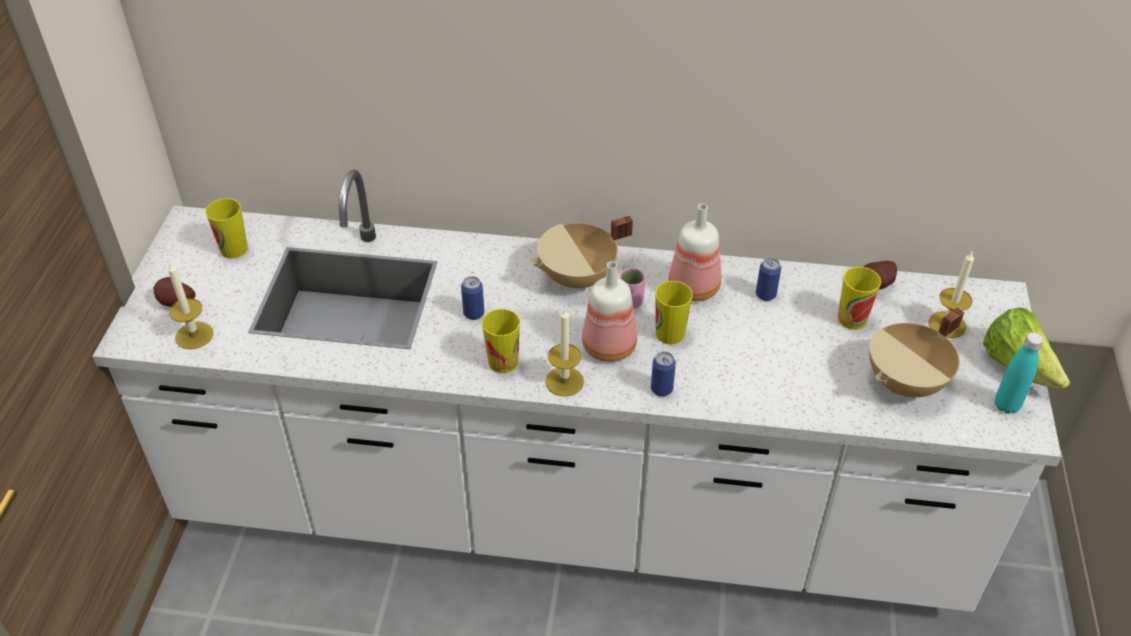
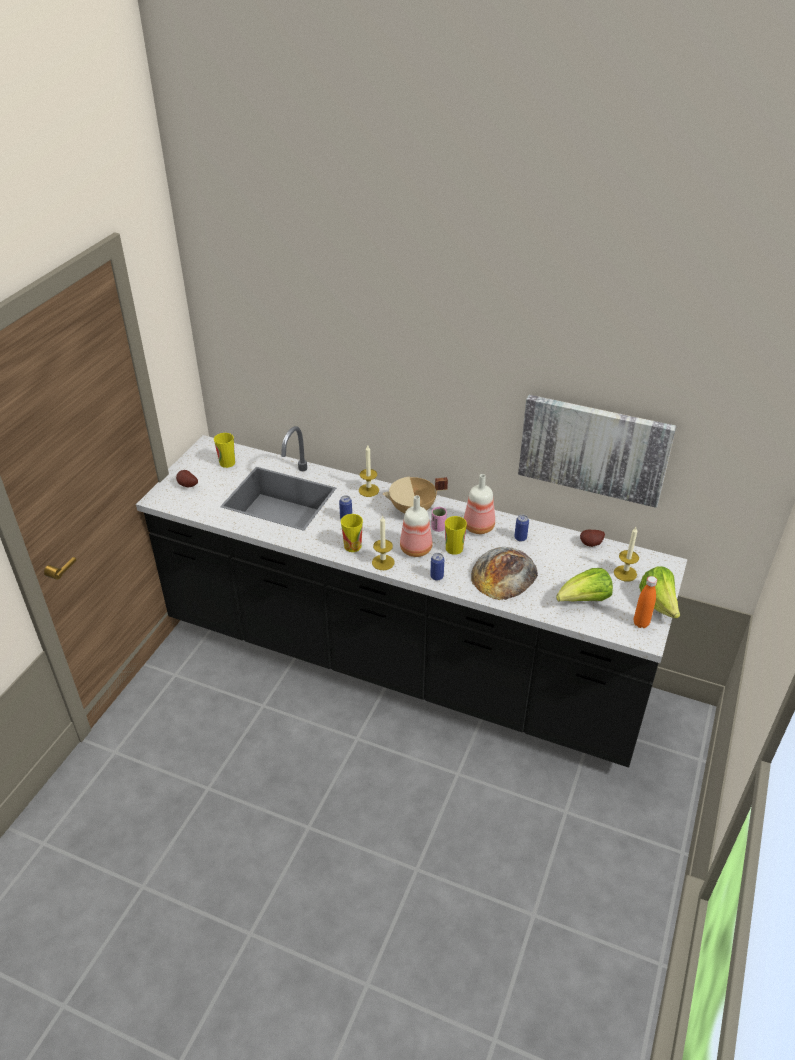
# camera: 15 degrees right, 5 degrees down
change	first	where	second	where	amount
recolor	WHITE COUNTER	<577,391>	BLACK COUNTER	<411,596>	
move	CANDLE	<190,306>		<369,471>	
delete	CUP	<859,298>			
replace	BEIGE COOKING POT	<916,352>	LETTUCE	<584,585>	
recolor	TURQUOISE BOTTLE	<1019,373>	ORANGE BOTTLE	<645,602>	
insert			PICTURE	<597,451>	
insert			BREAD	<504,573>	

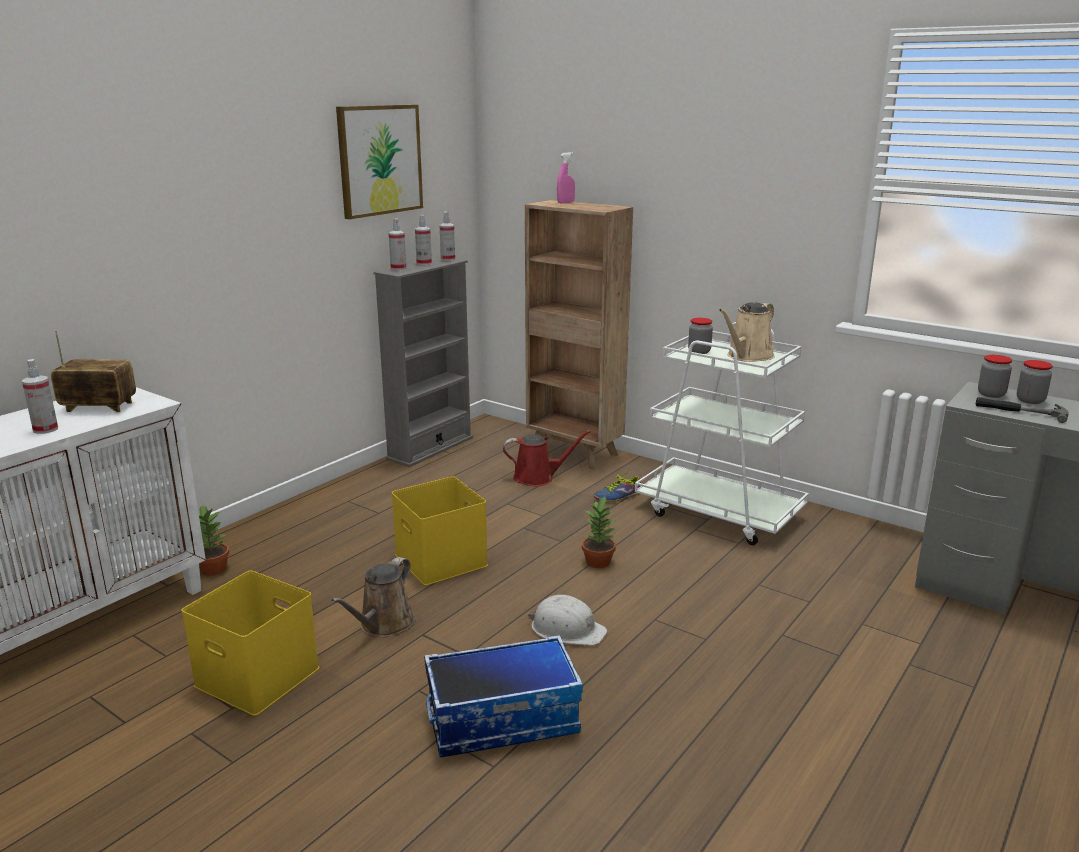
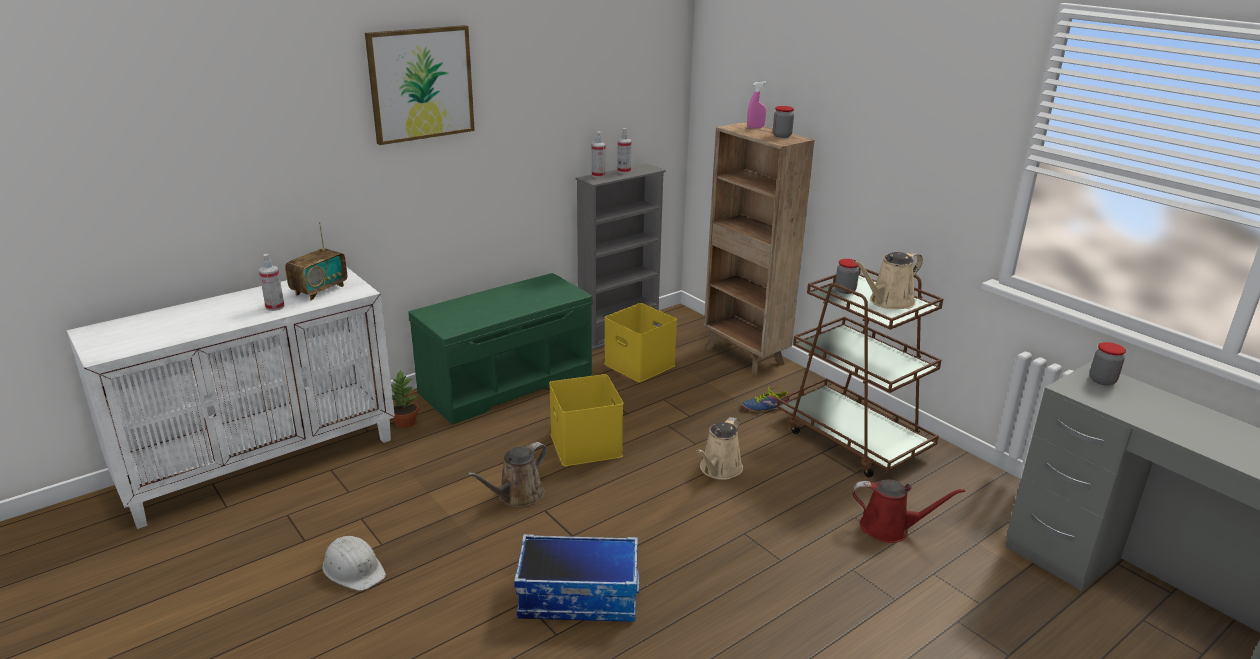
# camera: 15 degrees right, 5 degrees up
change	first	where	second	where	amount
move	PICTURE	<379,162>		<420,85>	
delete	SPRAY BOTTLE	<447,236>			
recolor	WHITE CART	<722,433>	BROWN CART	<860,372>	
rotate	RADIO	<93,371>		<316,261>	105 degrees clockwise
move	JAR	<1035,382>		<783,122>	
delete	HAMMER	<1022,410>			
move	RED WATERING CAN	<547,458>		<908,511>	
replace	POTTED PLANT	<599,532>	BEIGE WATERING CAN	<719,448>	
move	YELLOW STORAGE BOX	<250,643>		<640,342>	
move	WHITE HARD HAT	<567,620>		<354,563>	
insert			GREEN BENCH	<500,349>	

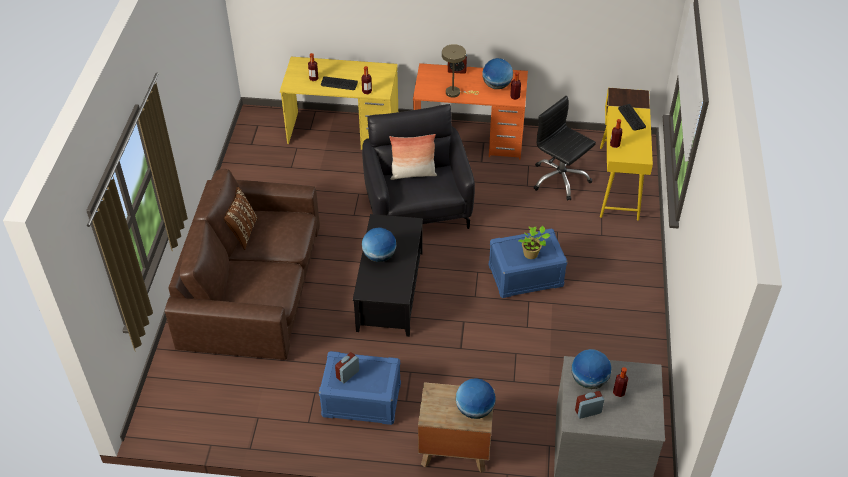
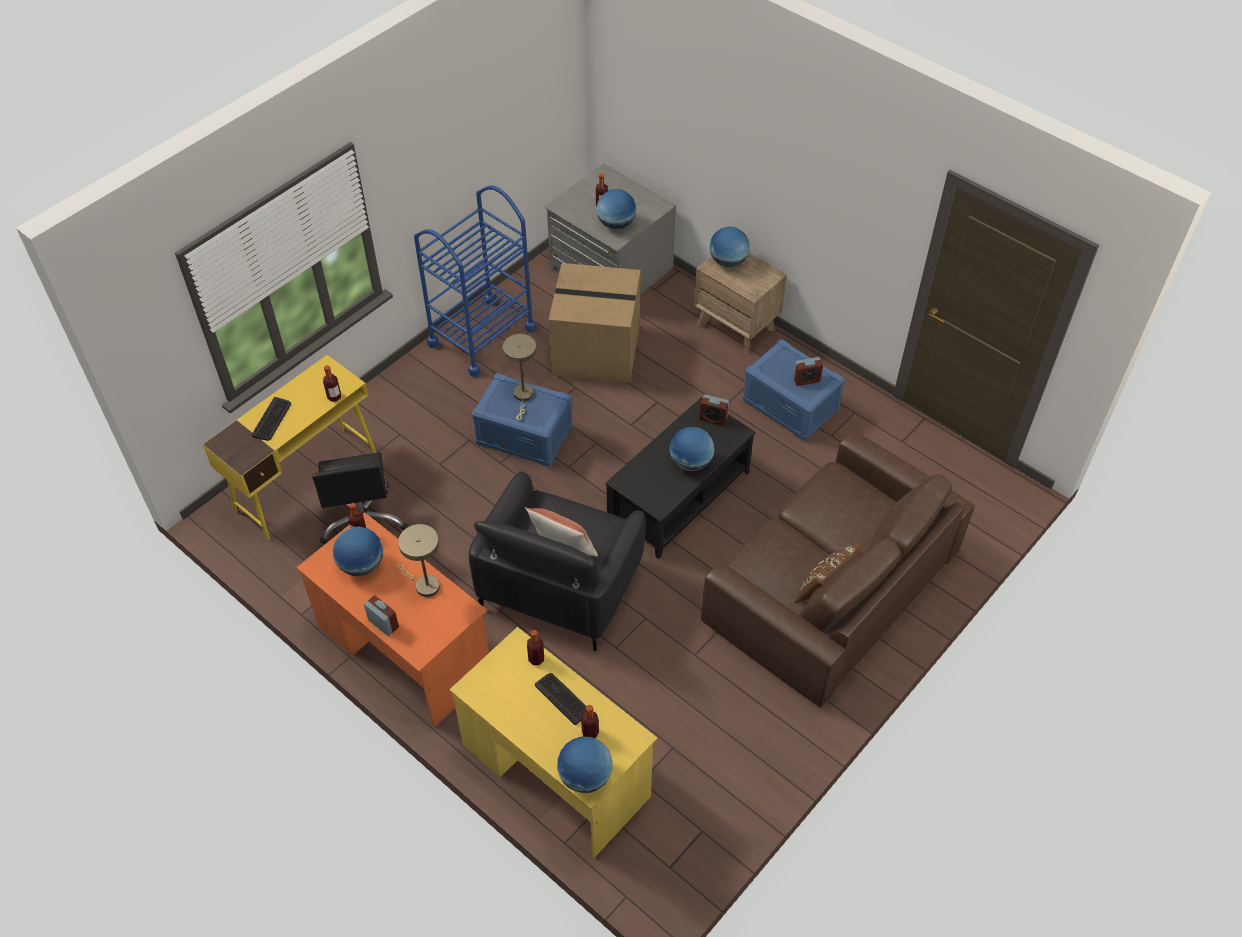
# camera: 145 degrees left, 5 degrees up
change	first	where	second	where	amount
replace	POTTED PLANT	<534,242>	BEIGE TABLE LAMP	<519,377>	
move	ALARM CLOCK	<589,405>		<714,410>	
insert			BLUE CART	<475,281>	
insert			CARDBOARD BOX	<595,323>	
insert			GLOBE	<585,764>	

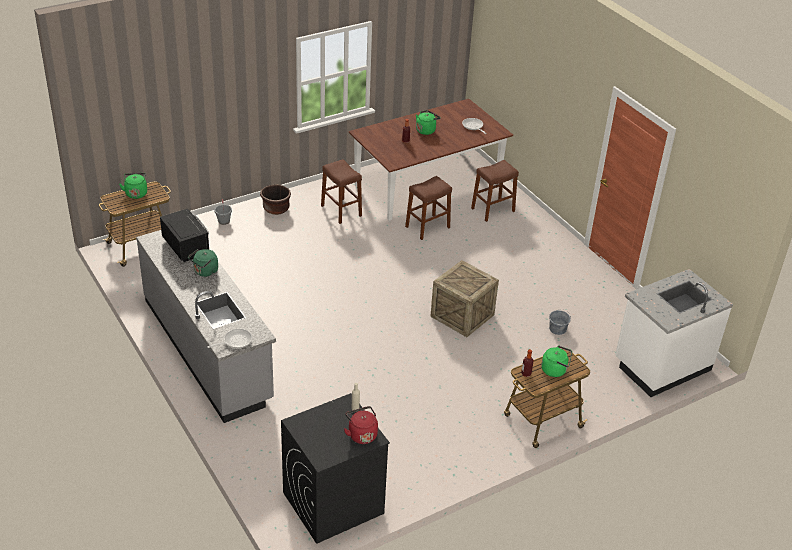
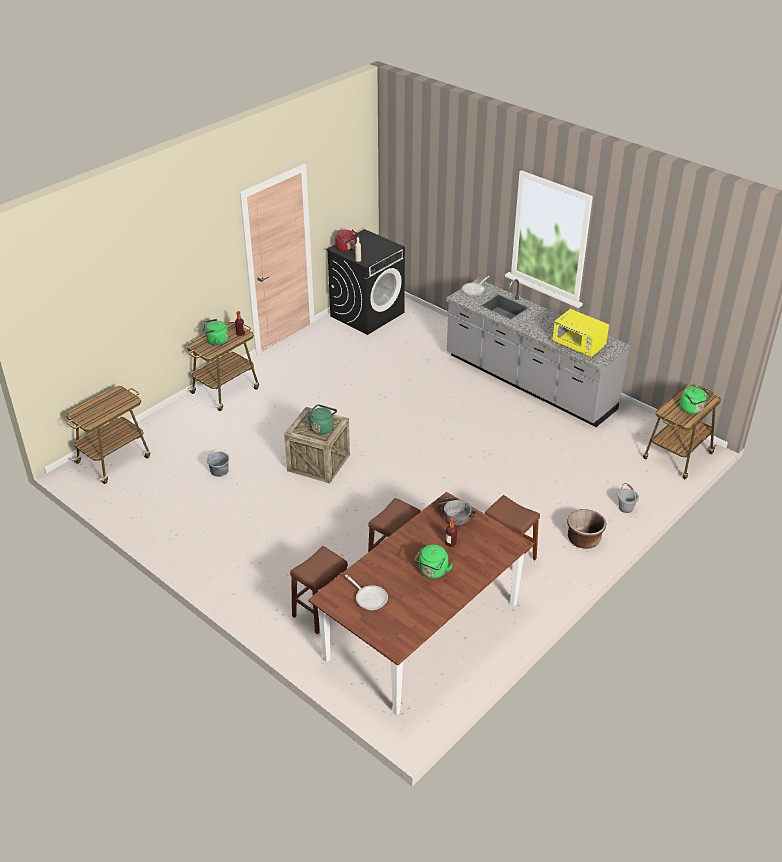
# camera: 165 degrees right, 0 degrees up
change	first	where	second	where	amount
recolor	BLACK MICROWAVE	<184,235>	YELLOW MICROWAVE	<580,333>	
move	GREEN KETTLE	<203,263>		<321,419>	
replace	WHITE COUNTER	<674,333>	CART	<108,435>	
insert			COOKING POT	<456,512>	

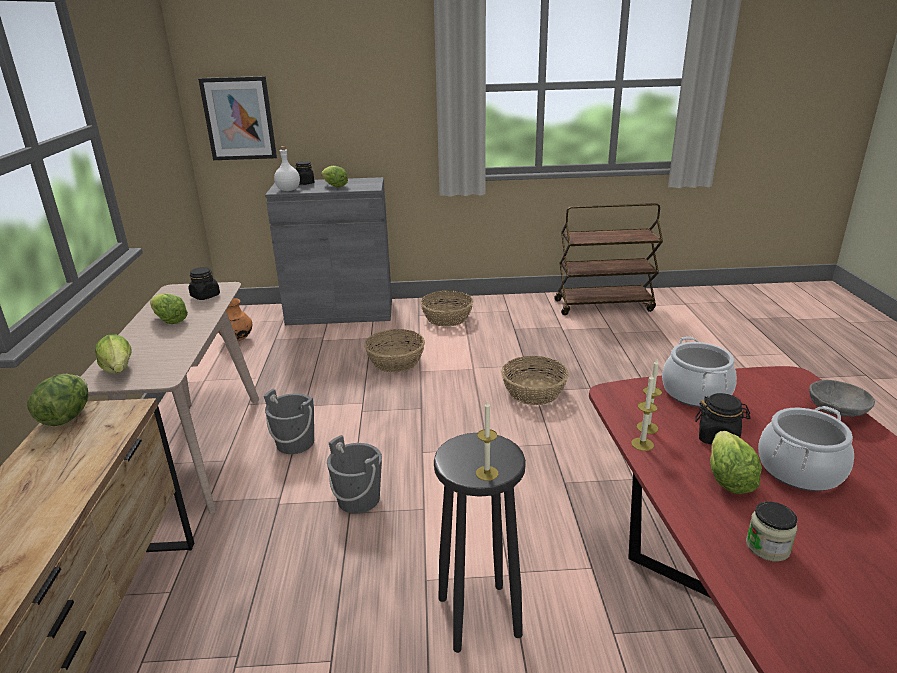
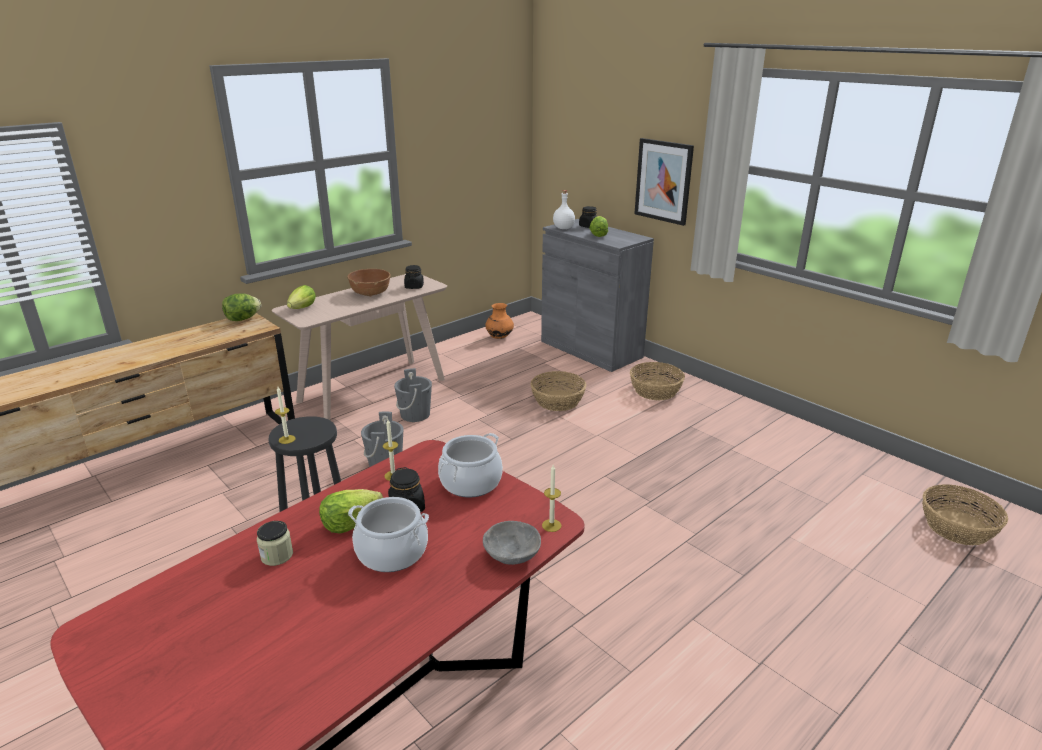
# camera: 50 degrees right, 0 degrees up
change	first	where	second	where	amount
move	PICTURE	<237,118>		<664,182>	
delete	BROWN CART	<608,259>			
replace	LETTUCE	<169,309>	BROWN BOWL	<369,283>	
move	BASKET	<535,380>		<965,514>	
move	CANDLE	<644,412>		<552,498>	

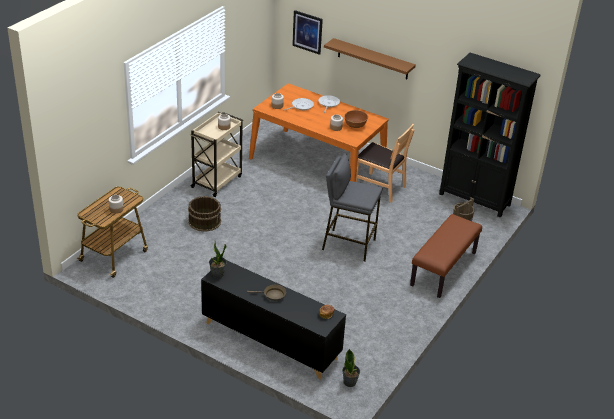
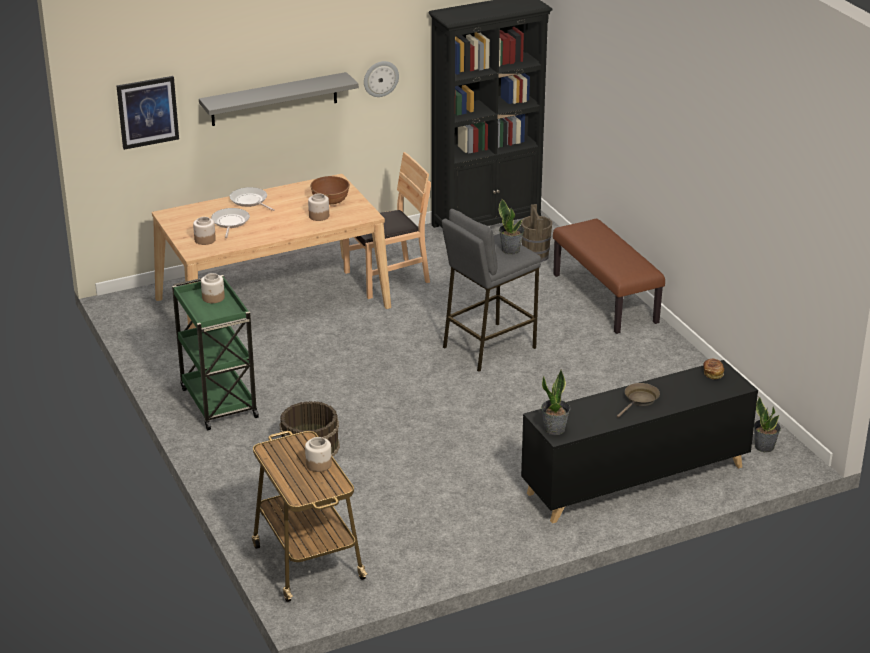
# camera: 55 degrees left, 5 degrees down
change	first	where	second	where	amount
recolor	BROWN SHELF	<370,58>	GREY SHELF	<279,99>	
recolor	ORANGE DINING TABLE	<319,132>	BEIGE DINING TABLE	<271,252>	
recolor	BEIGE CART	<216,154>	GREEN CART	<215,352>	
insert			WALL CLOCK	<381,79>	
insert			POTTED PLANT	<511,227>	

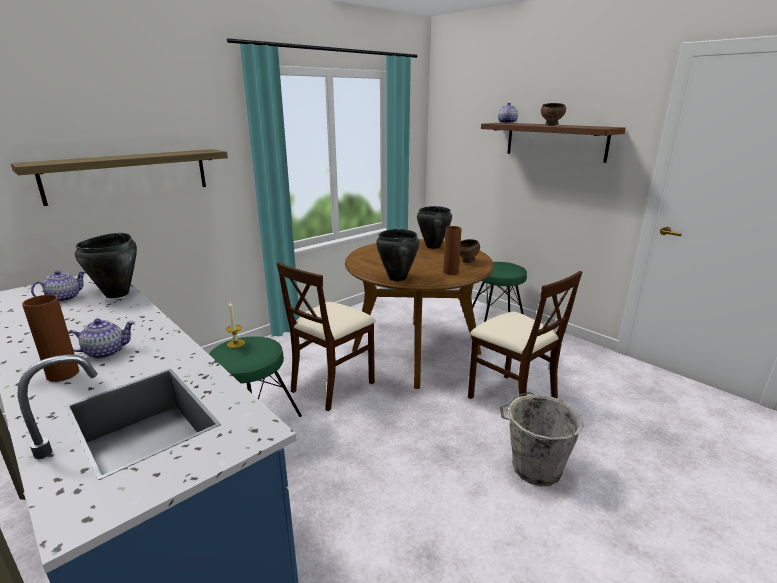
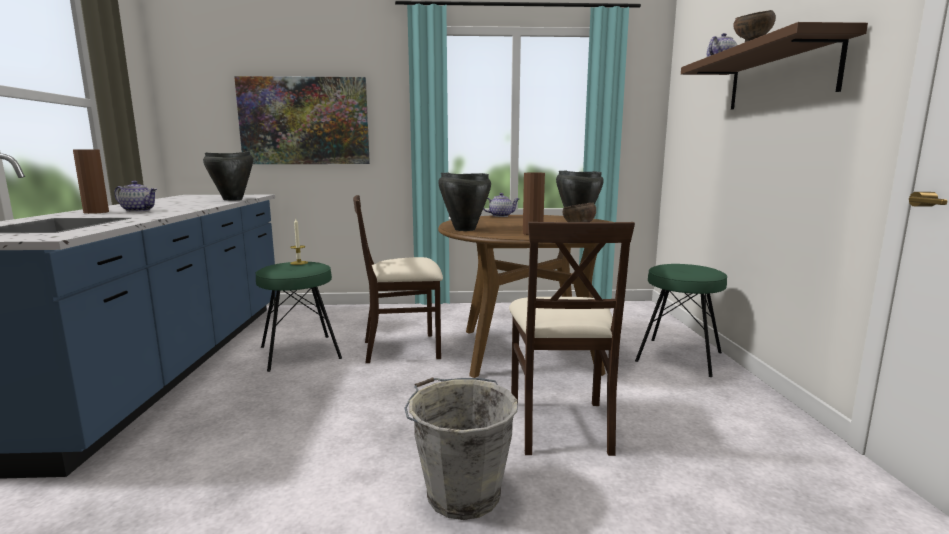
# camera: 40 degrees right, 10 degrees down
change	first	where	second	where	amount
replace	SHELF	<119,177>	PICTURE	<302,120>	
move	TEAPOT	<58,286>		<501,205>	

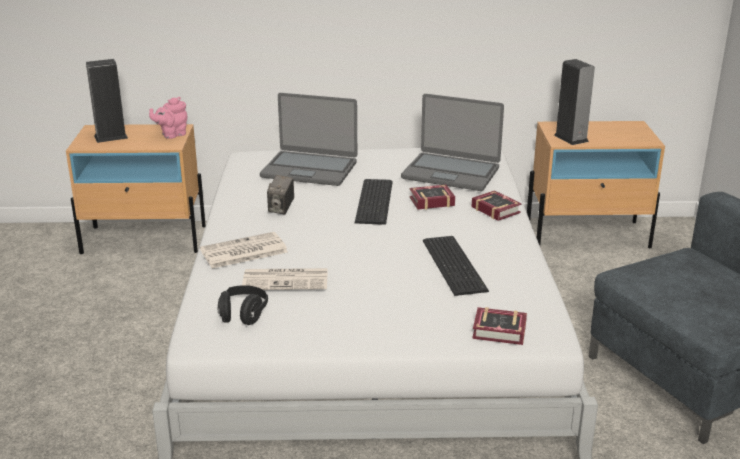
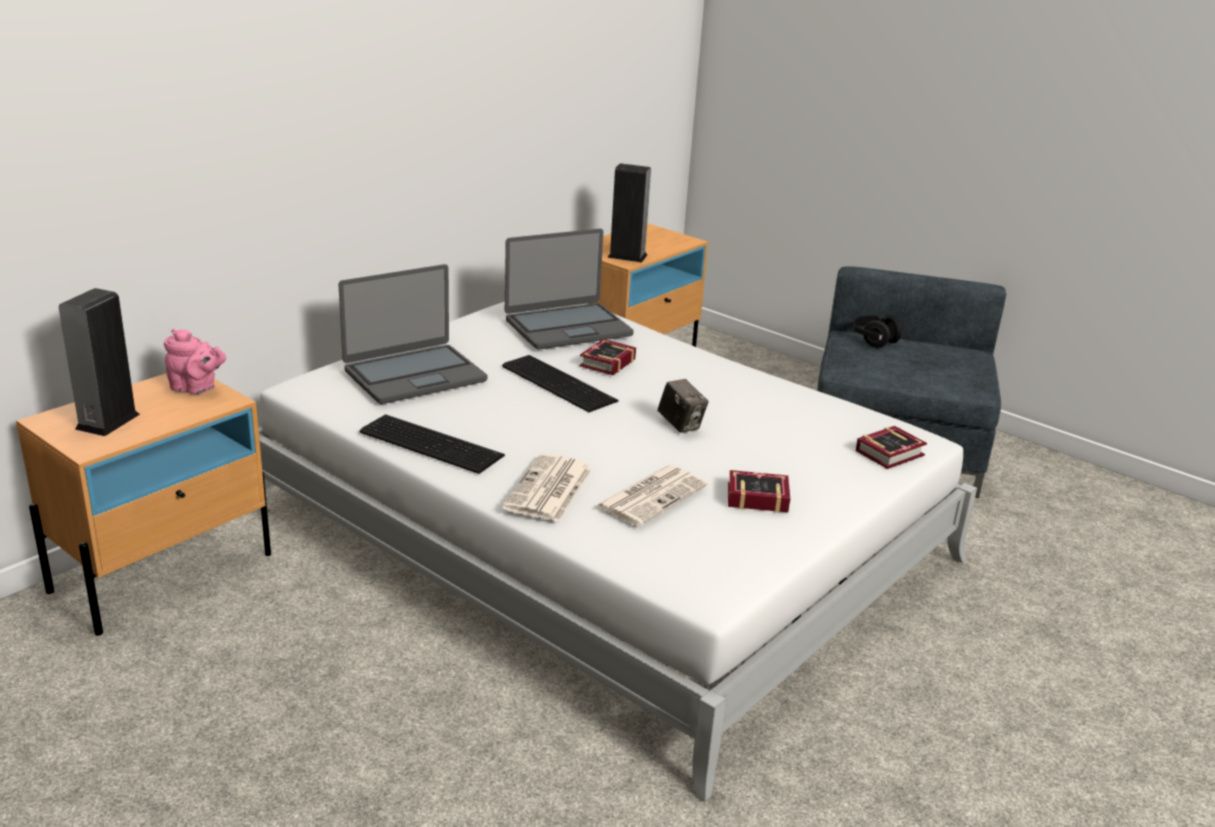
# camera: 50 degrees left, 0 degrees up
change	first	where	second	where	amount
rotate	PINK TEAPOT	<168,118>		<195,361>	75 degrees counterclockwise
move	PHOTO CAMERA	<280,195>		<683,406>	
move	BOOK	<497,205>		<759,491>	
move	KEYBOARD	<456,266>		<432,444>	
move	BLACK HEADPHONES	<243,305>		<878,331>	

